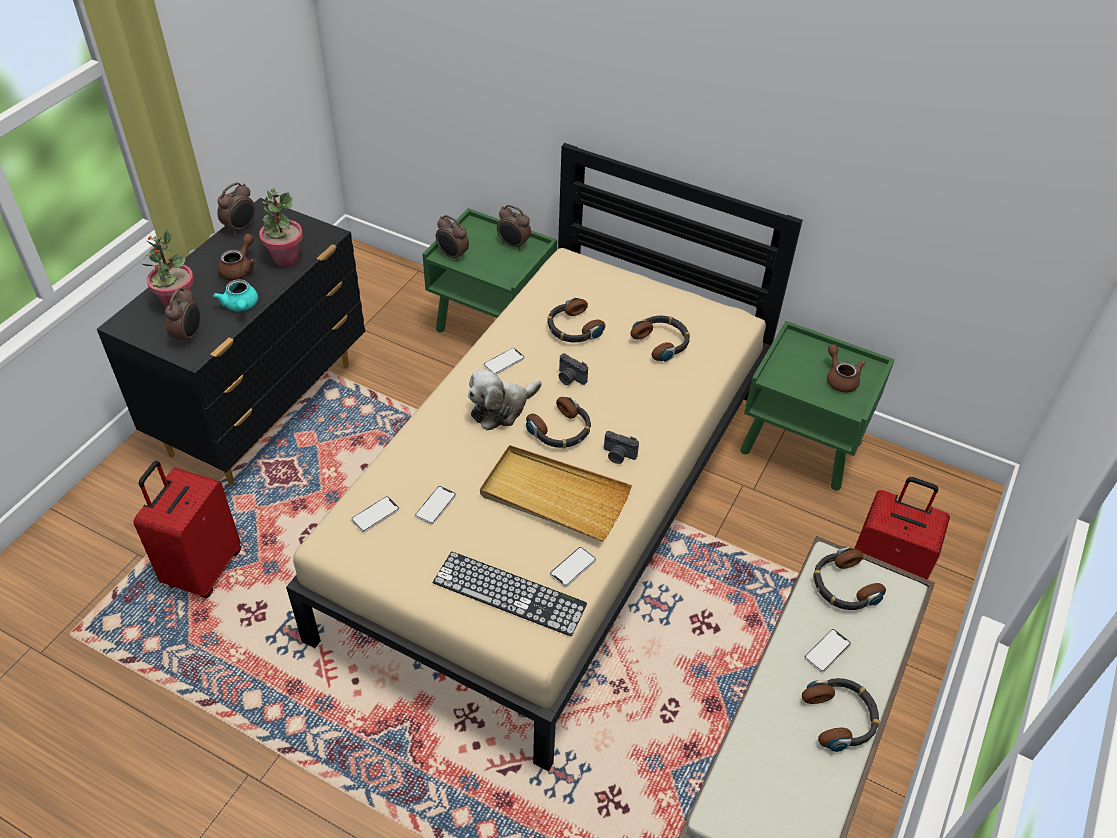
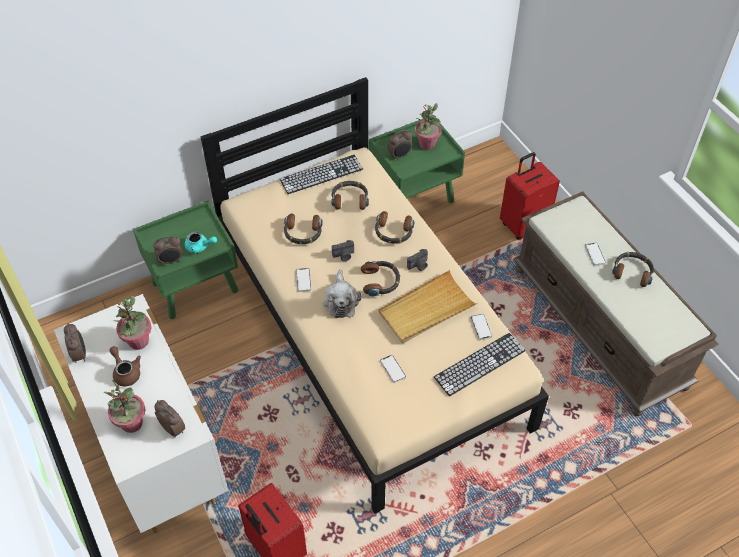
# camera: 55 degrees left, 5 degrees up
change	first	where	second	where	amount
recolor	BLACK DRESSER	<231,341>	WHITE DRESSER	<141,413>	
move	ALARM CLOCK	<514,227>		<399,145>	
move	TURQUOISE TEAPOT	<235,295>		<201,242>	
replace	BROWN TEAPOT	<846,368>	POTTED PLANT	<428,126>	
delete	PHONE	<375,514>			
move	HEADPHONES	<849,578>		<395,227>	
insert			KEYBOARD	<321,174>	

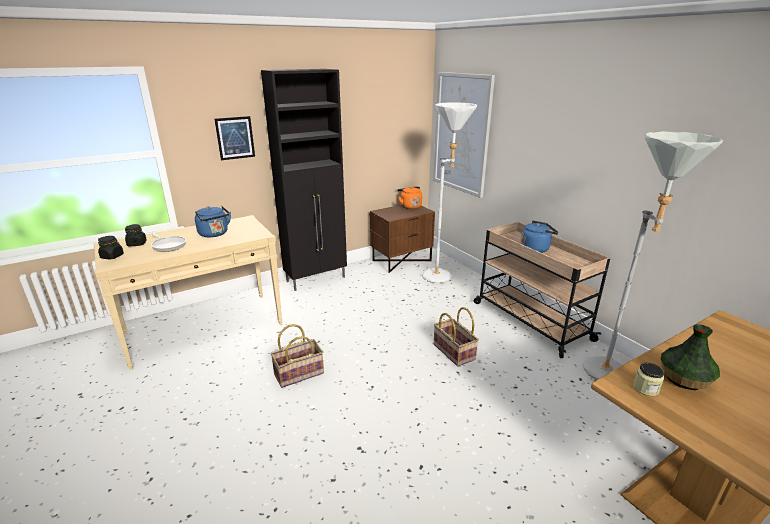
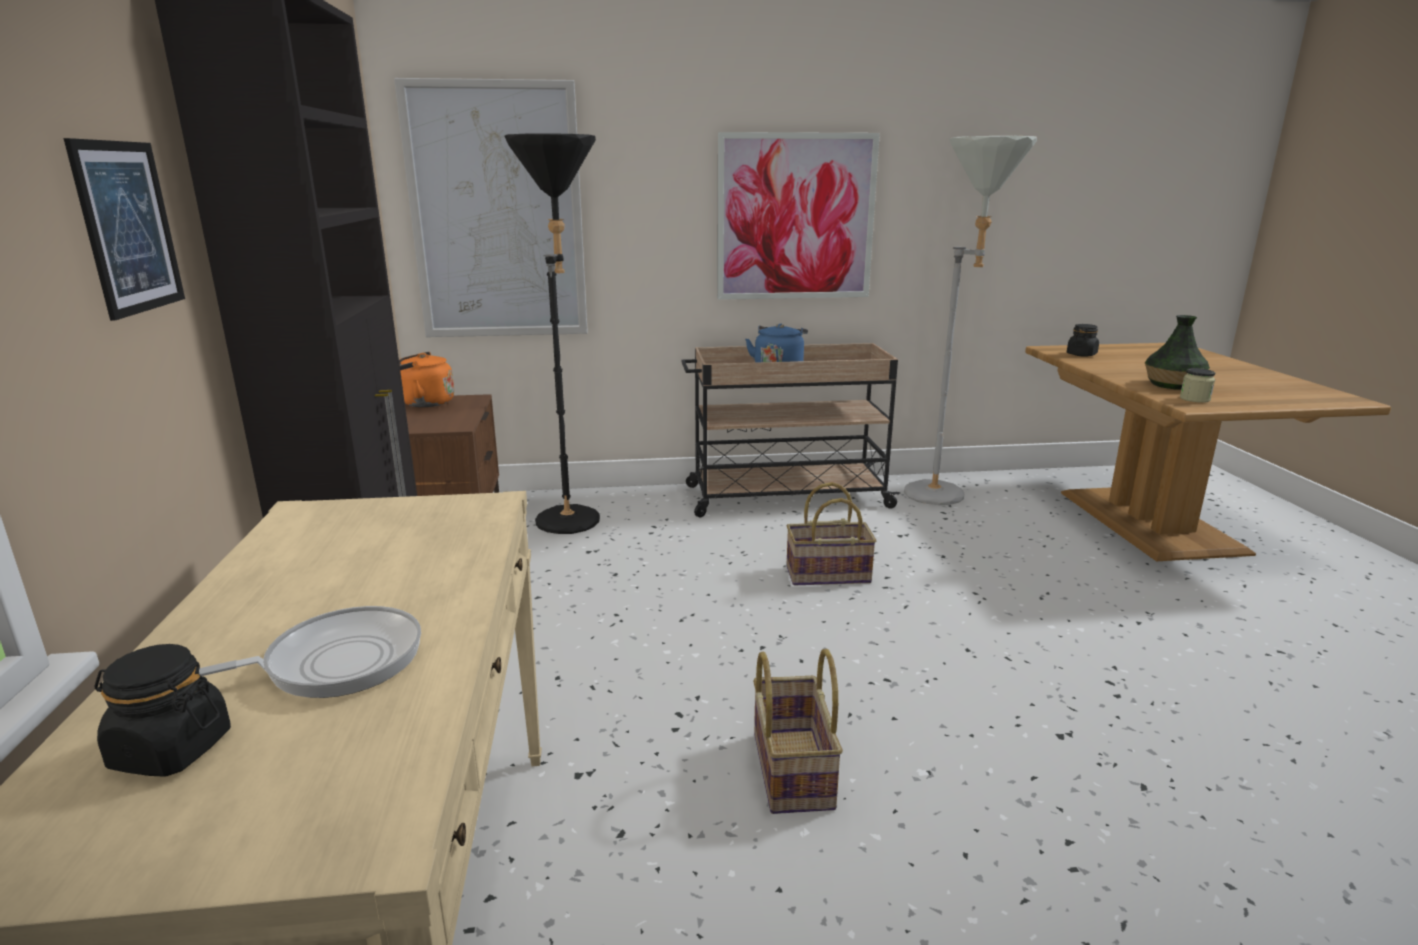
# camera: 65 degrees left, 5 degrees down
change	first	where	second	where	amount
recolor	WHITE FLOOR LAMP	<449,192>	BLACK FLOOR LAMP	<552,333>	
delete	BLUE KETTLE	<213,221>			
move	BLACK JAR	<111,247>		<1083,340>	
insert			PICTURE	<798,216>	

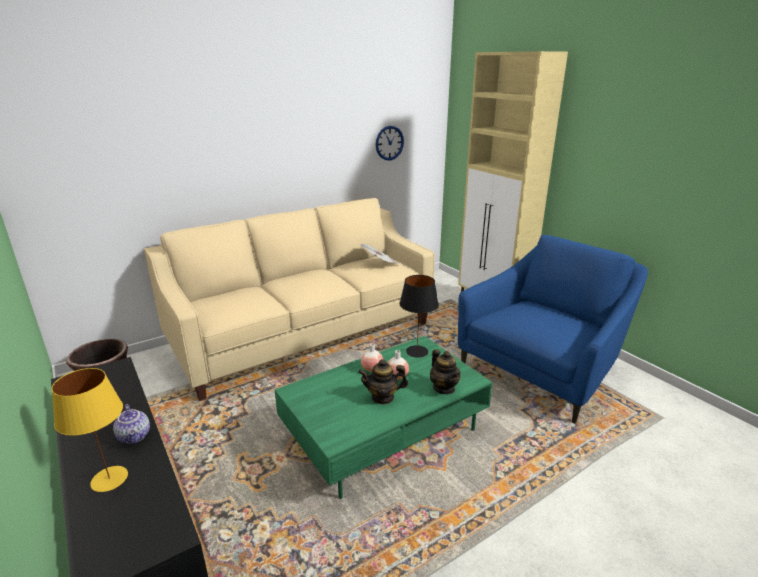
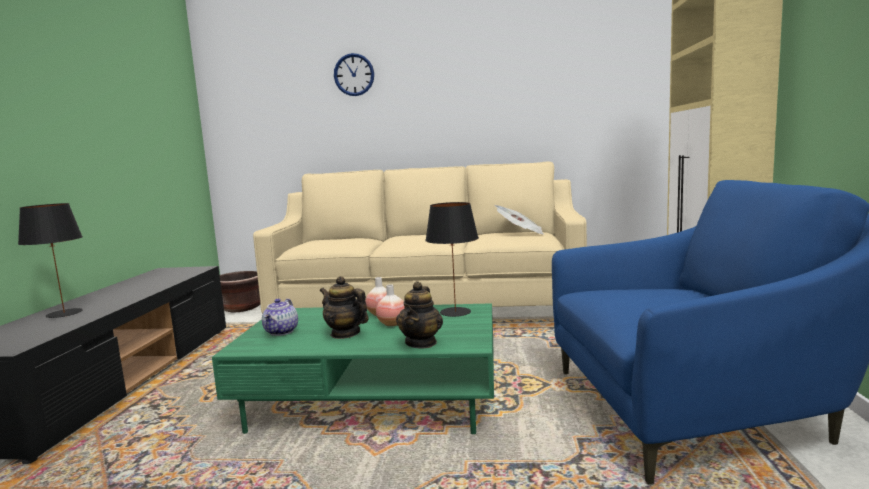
# camera: 40 degrees right, 15 degrees down
change	first	where	second	where	amount
move	WALL CLOCK	<390,143>		<354,74>	
recolor	YELLOW TABLE LAMP	<90,430>	BLACK TABLE LAMP	<50,260>	
move	TEAPOT	<131,424>		<280,317>	

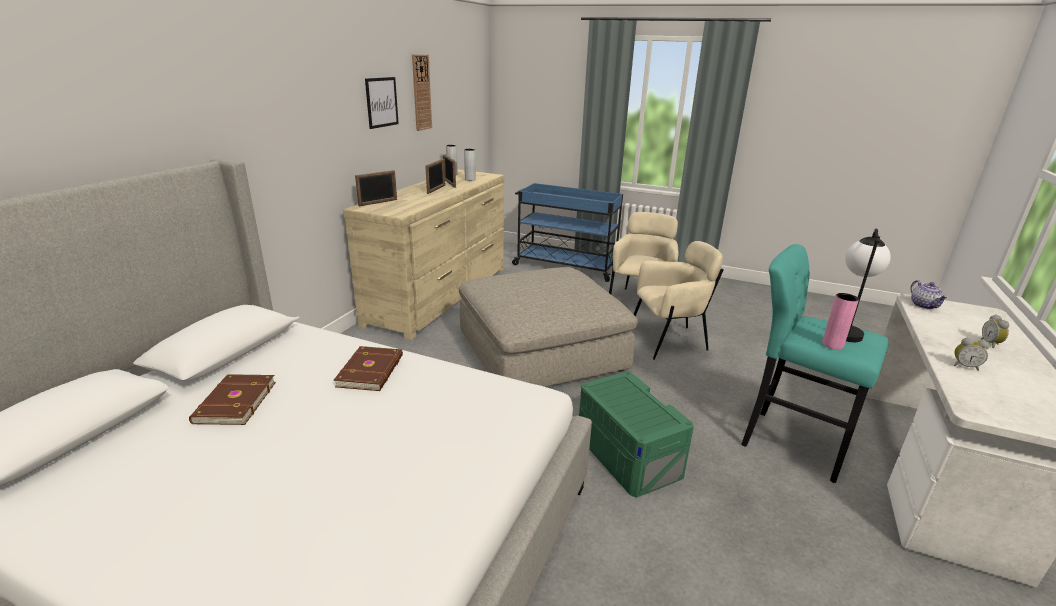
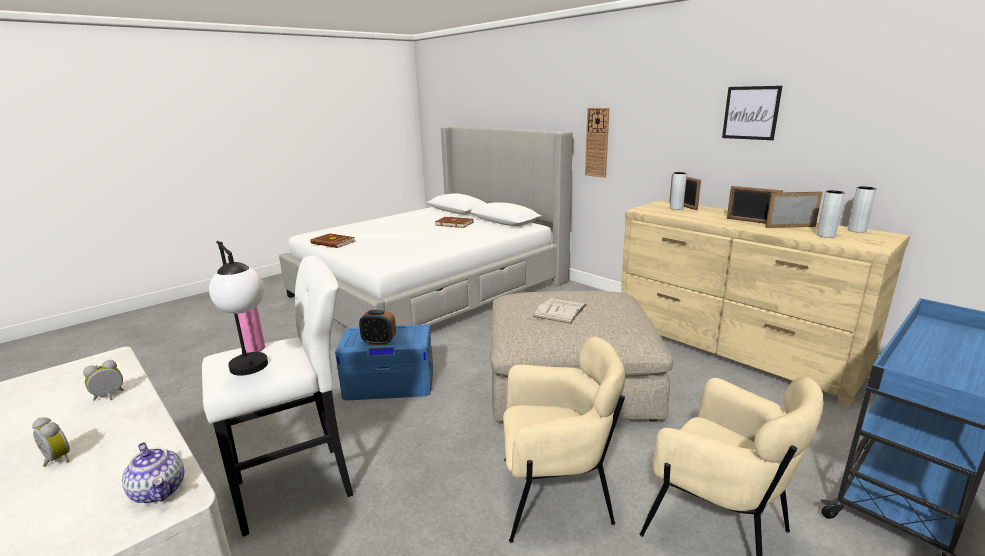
# camera: 115 degrees right, 5 degrees down
change	first	where	second	where	amount
move	WALL CLOCK	<422,93>		<597,143>	
rotate	BEIGE ARMCHAIR	<679,300>		<564,440>	105 degrees counterclockwise
recolor	TURQUOISE STOOL	<814,363>	WHITE STOOL	<277,395>	
rotate	TEAPOT	<929,294>		<153,473>	150 degrees counterclockwise
move	BROWN BOOK	<368,368>		<332,240>	
recolor	GREEN STORAGE BOX	<636,435>	BLUE STORAGE BOX	<384,363>	
insert			GREY VASE	<678,191>	
insert			WHITE BOOK	<560,311>	
insert			ALARM CLOCK	<377,327>	

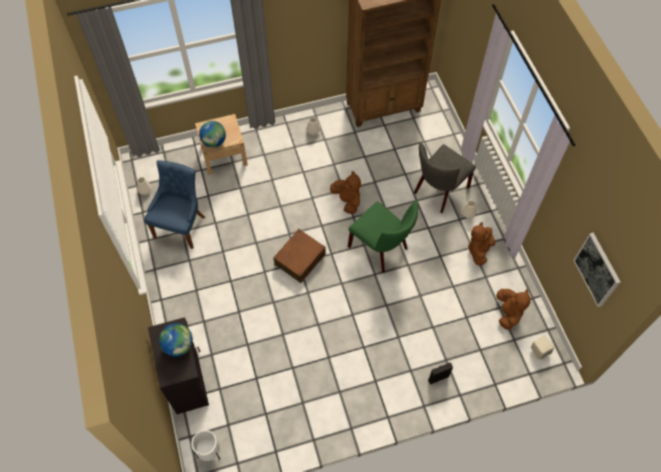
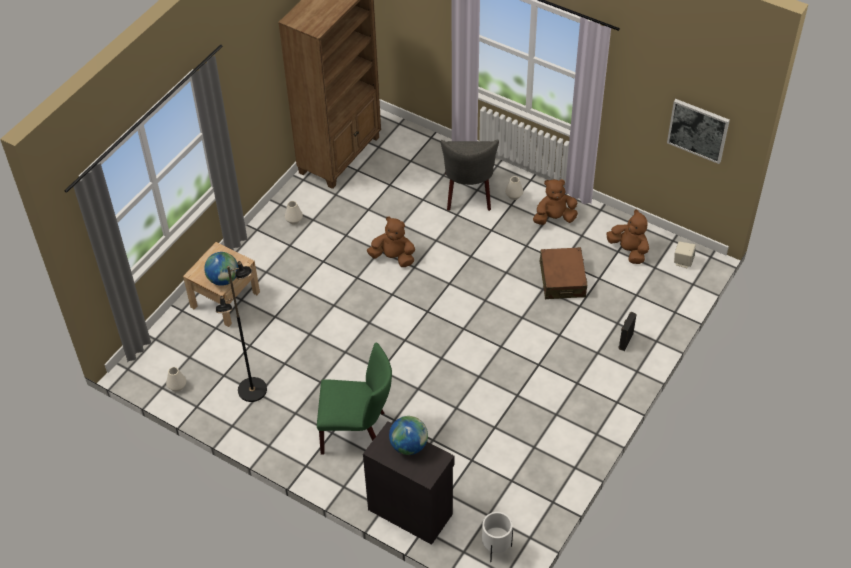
# camera: 40 degrees left, 10 degrees down
change	first	where	second	where	amount
replace	BLUE CHAIR	<174,204>	BLACK FLOOR LAMP	<241,331>	
move	GREEN CHAIR	<383,236>		<354,399>	
rotate	BROWN PLUSH TOY	<481,244>		<555,202>	90 degrees clockwise
move	BROWN SUITCASE	<299,256>		<563,273>	

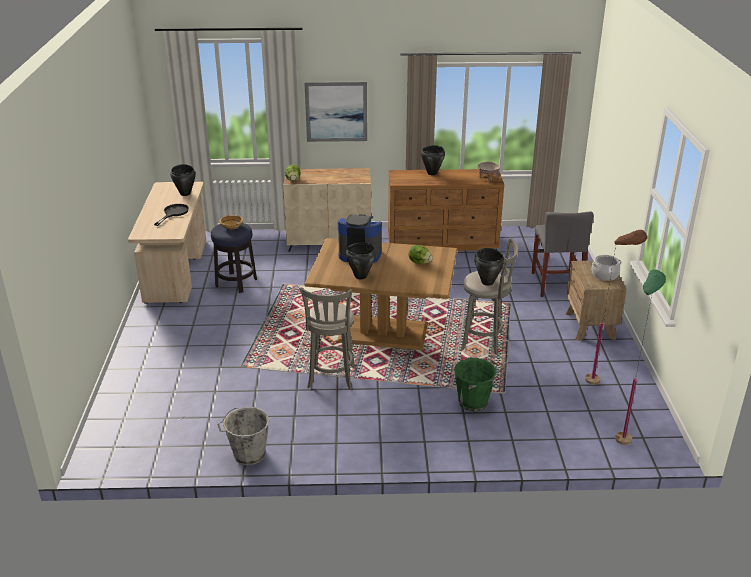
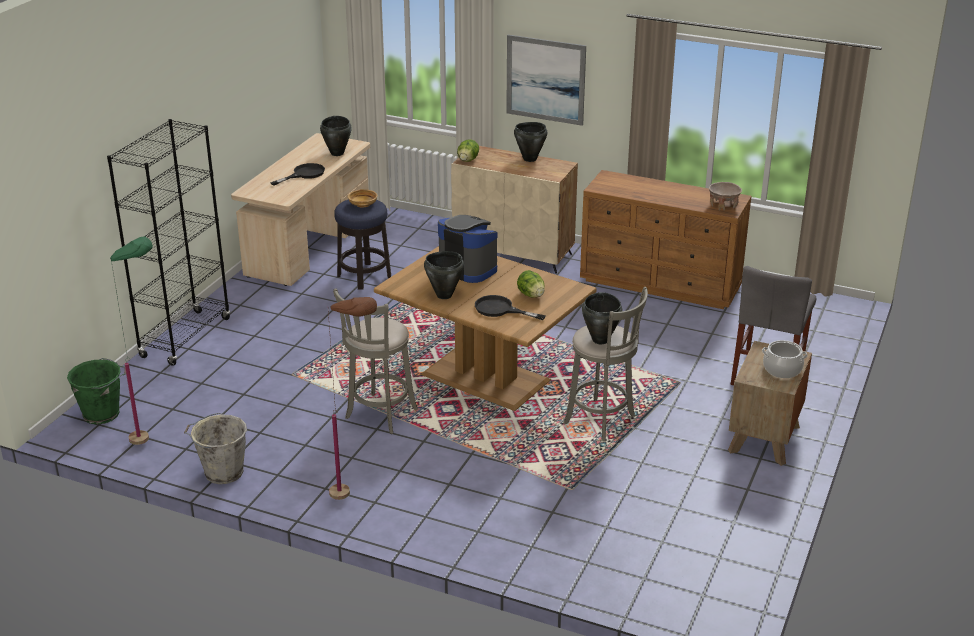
# camera: 25 degrees right, 0 degrees up
change	first	where	second	where	amount
move	BLACK COOKING POT	<433,160>		<530,142>	
move	BROWN FLOOR LAMP	<616,307>		<352,398>	
move	GREEN FLOOR LAMP	<640,357>		<131,340>	
move	GREEN BUCKET	<476,384>		<96,391>	
insert			BLACK BOOKCASE	<168,242>	
insert			BLACK FRYING PAN	<510,307>	

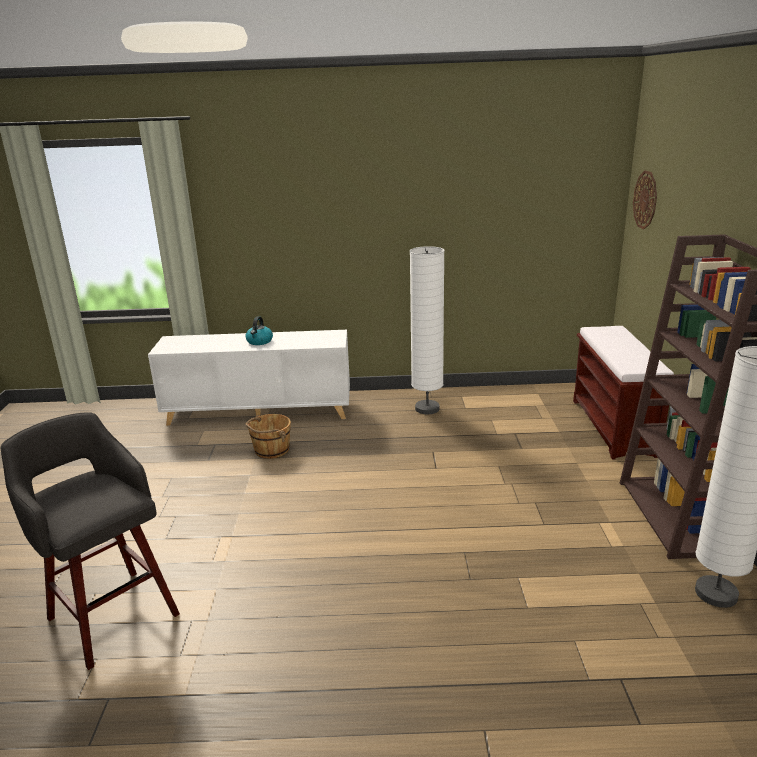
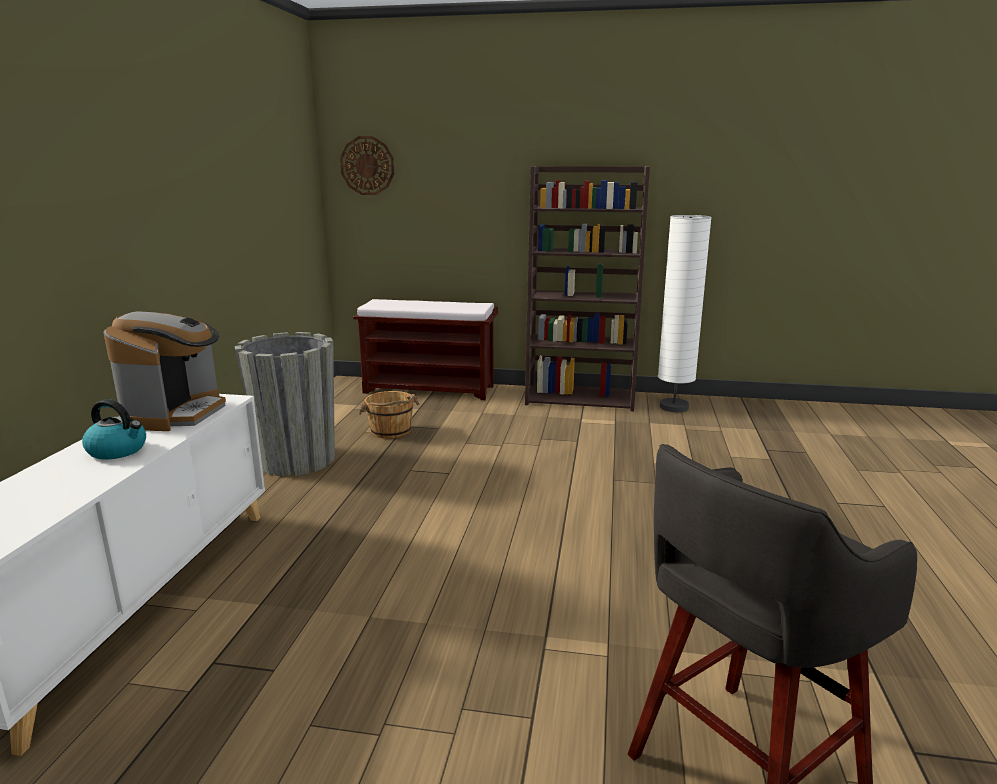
# camera: 80 degrees left, 5 degrees down
change	first	where	second	where	amount
replace	WHITE FLOOR LAMP	<427,330>	GREY PLANTER	<285,404>	
move	BROWN BUCKET	<268,436>		<388,415>	
insert			COFFEE MACHINE	<164,371>	

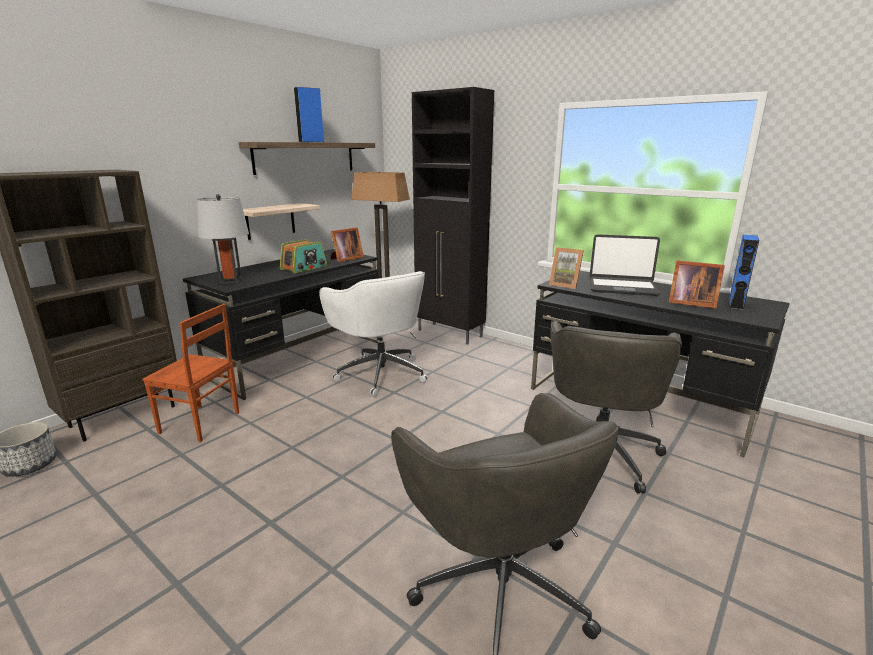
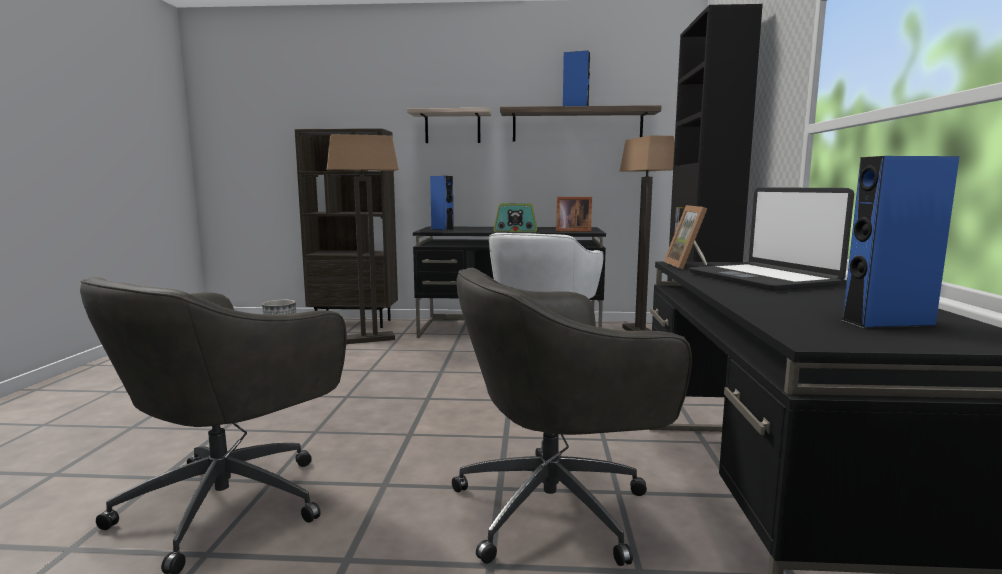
# camera: 55 degrees right, 10 degrees down
change	first	where	second	where	amount
replace	GREY TABLE LAMP	<222,238>	BLUE SPEAKER	<442,203>	
move	SHELF	<281,221>		<449,125>	
delete	PICTURE FRAME	<697,284>			
replace	BROWN CHAIR	<190,373>	FLOOR LAMP	<362,239>	

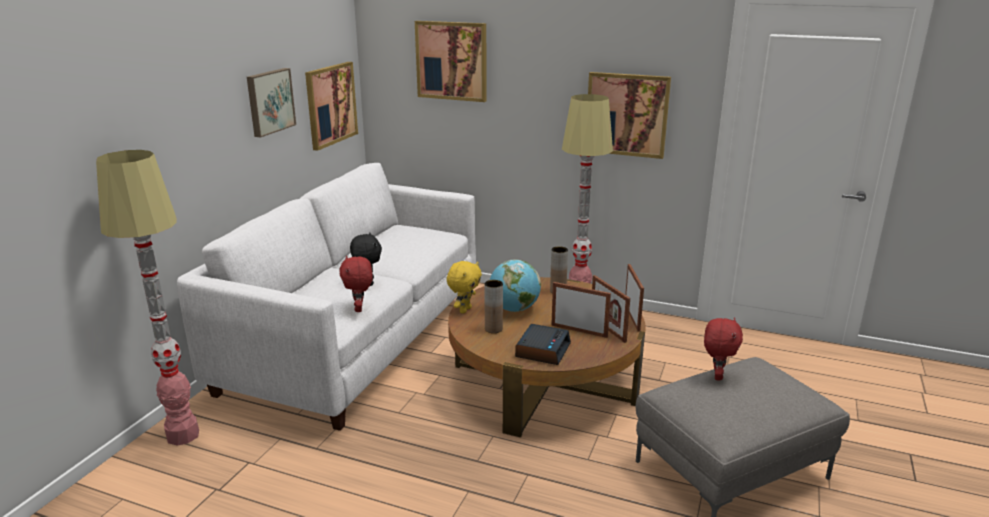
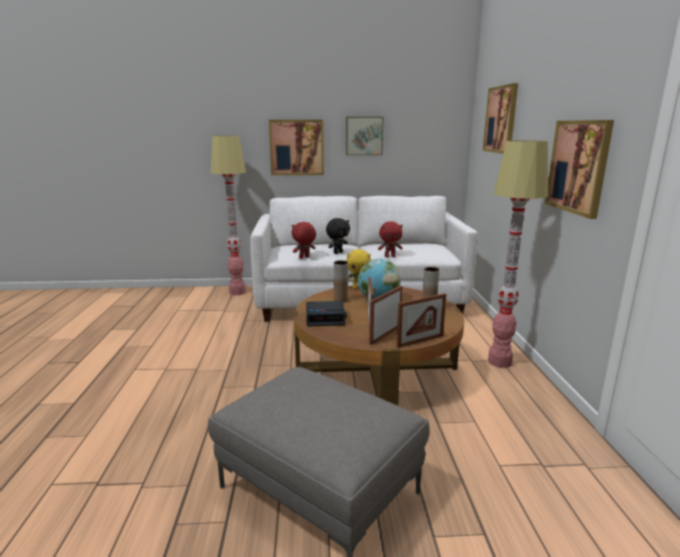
# camera: 65 degrees right, 5 degrees down
change	first	where	second	where	amount
move	PICTURE	<331,106>		<296,147>	
move	RED PLUSH TOY	<723,349>		<390,239>	

